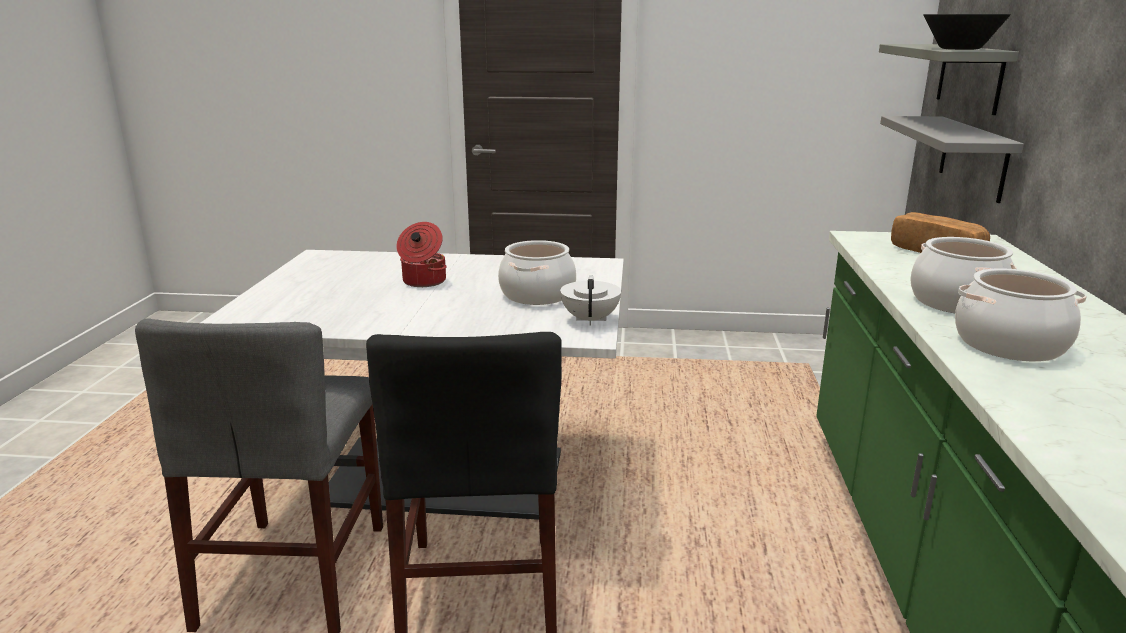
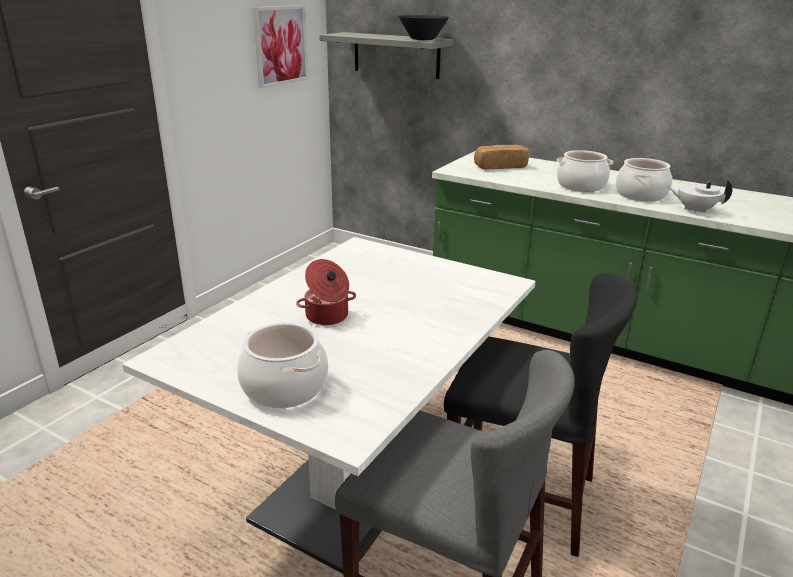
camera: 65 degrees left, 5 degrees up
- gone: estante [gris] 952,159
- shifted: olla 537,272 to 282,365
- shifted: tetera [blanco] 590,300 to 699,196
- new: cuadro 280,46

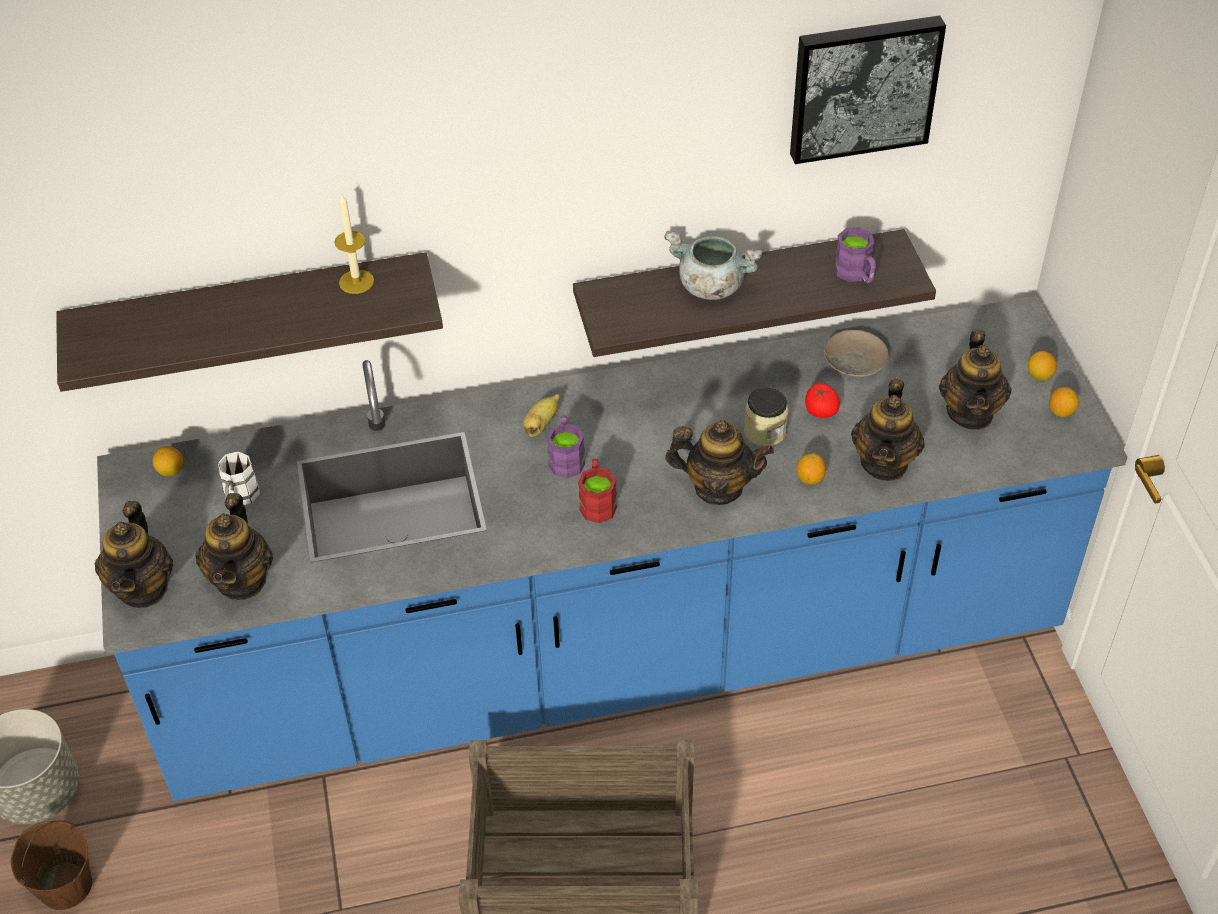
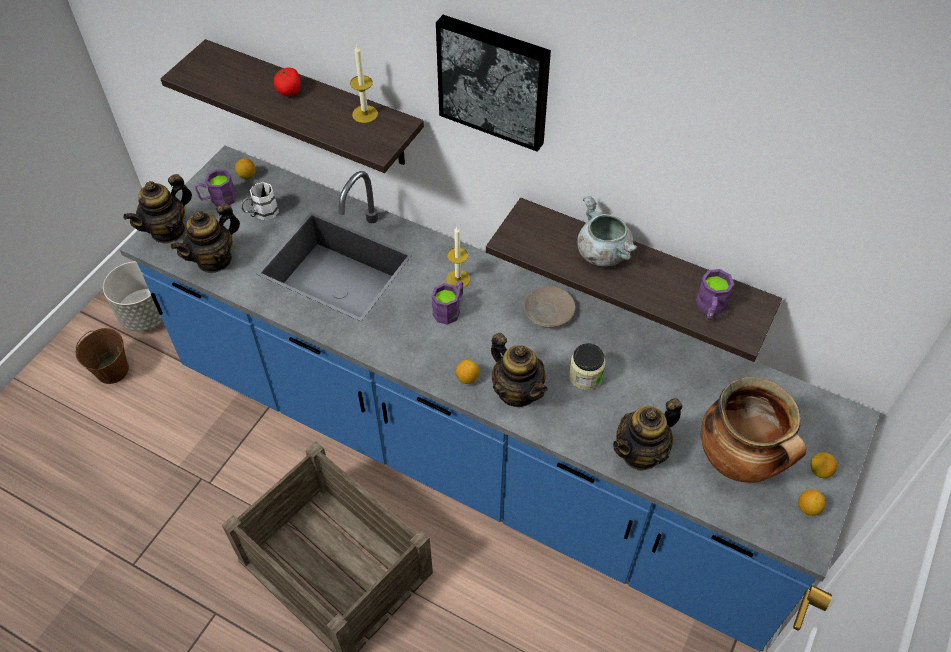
camera: 40 degrees right, 5 degrees up
- shifted: cuadro 868,89 to 493,83
- shifted: plato [beis] 856,353 to 549,306
- swapped: tetera 975,380 to olla 754,430
- shifted: tomate 822,400 to 287,82
- swapped: plátano 541,415 to vela 458,258
- shifted: limón 811,469 to 467,372
- gone: taza grande [rojo] 597,491
- new: taza grande [morado] 216,188

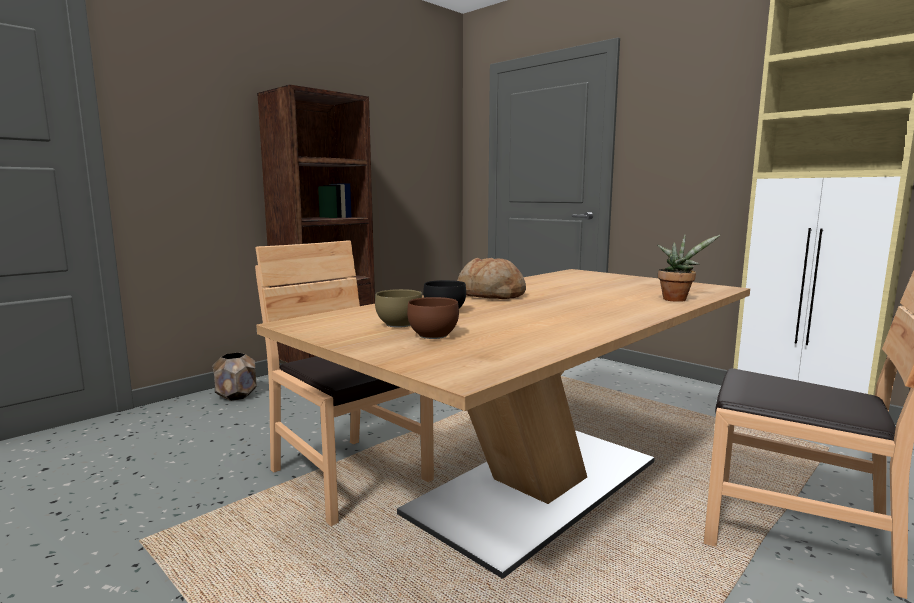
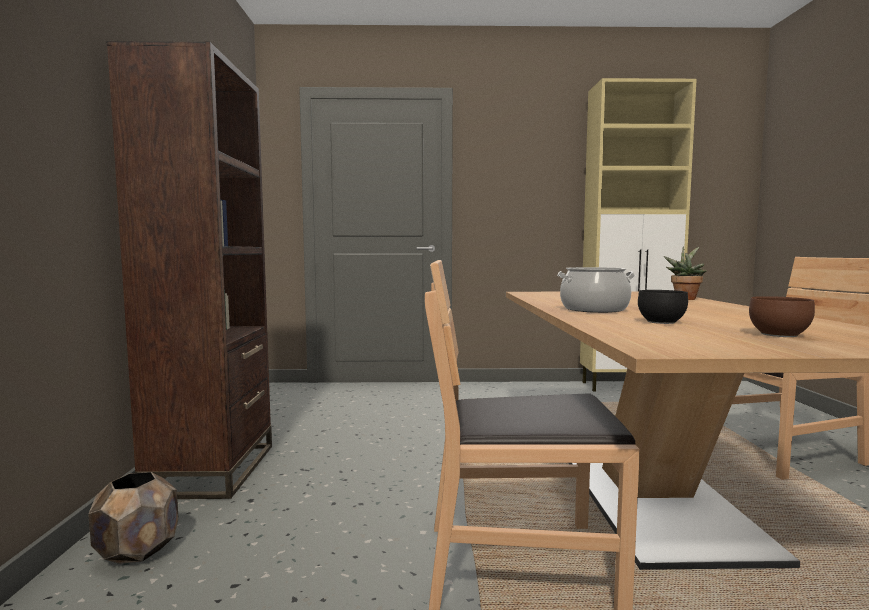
camera: 45 degrees left, 5 degrees down
- swapped: pan 491,278 to olla 596,290
- gone: cuenco [marrón] 398,308

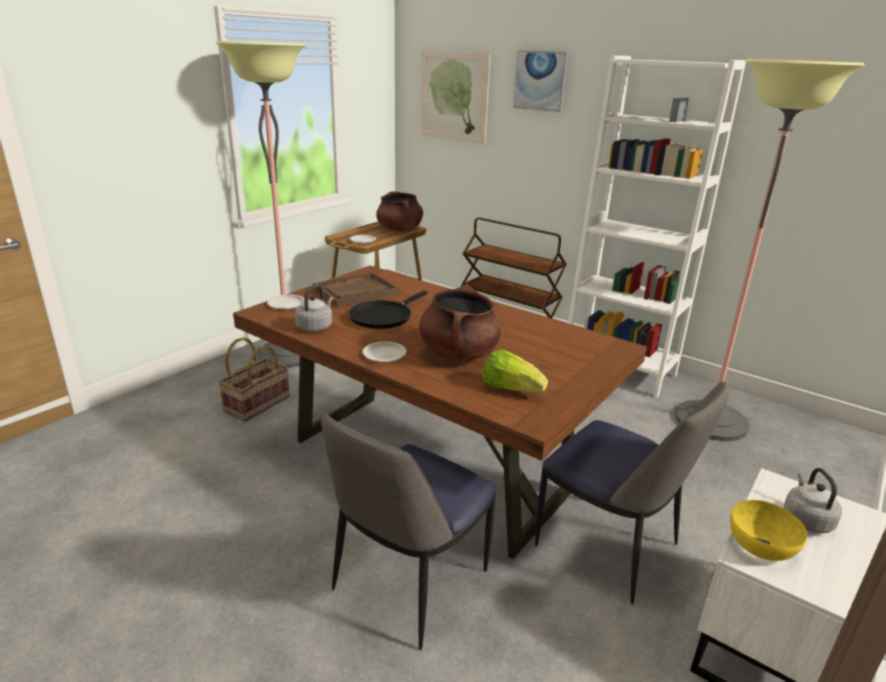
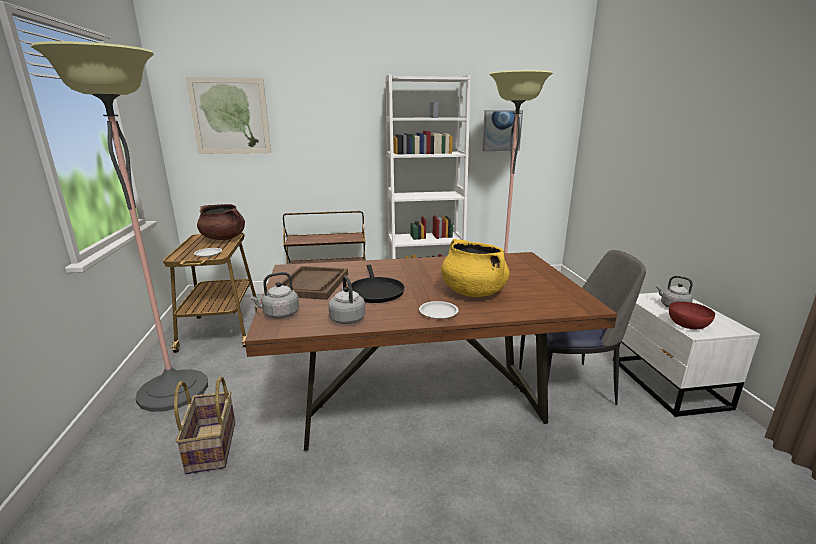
camera: 45 degrees left, 5 degrees down
- shifted: cuadro 540,81 to 502,130
- repainted: olla [marrón] 460,323 to olla [amarillo] 475,268
- swapped: plato [blanco] 285,302 to hervidor [gris] 274,295
- gone: lechuga 515,371
- gone: silla 408,531
- repainted: cuenco [amarillo] 768,530 to cuenco [rojo] 692,315

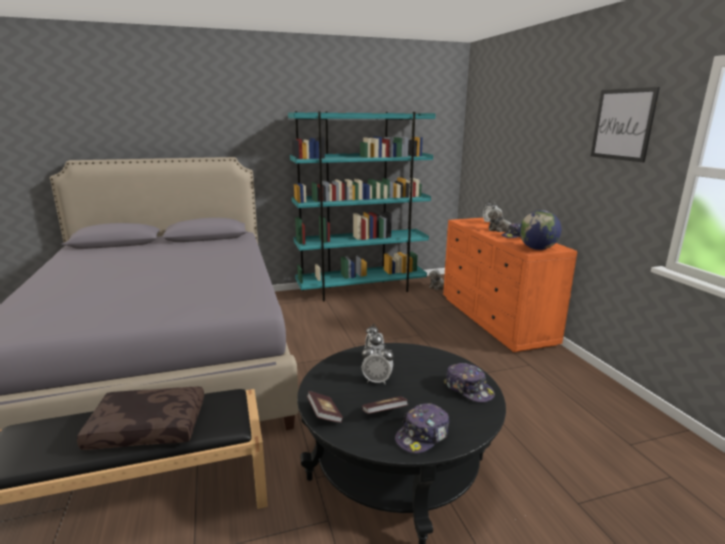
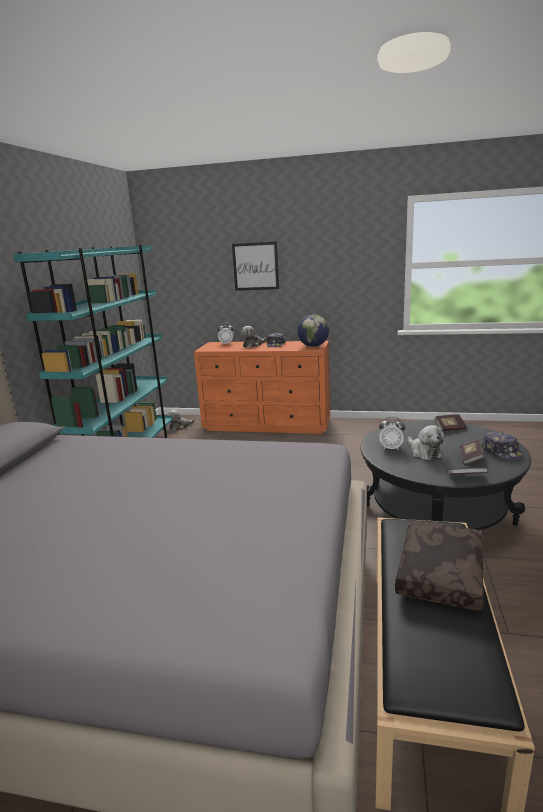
camera: 60 degrees left, 0 degrees up
- shifted: cuadro 625,124 to 255,266
- swapped: despertador 378,363 to peluche 426,442
- swapped: gorra 469,383 to libro 450,422

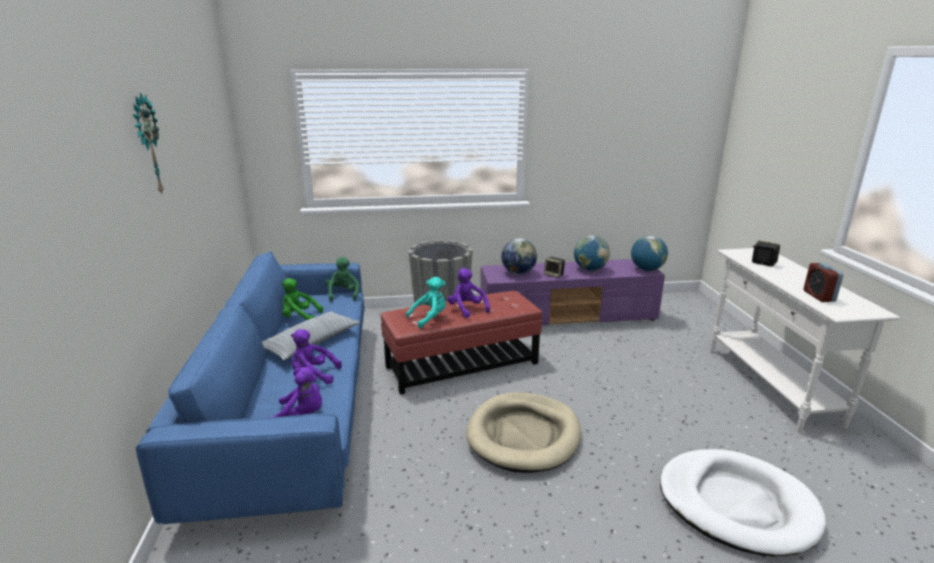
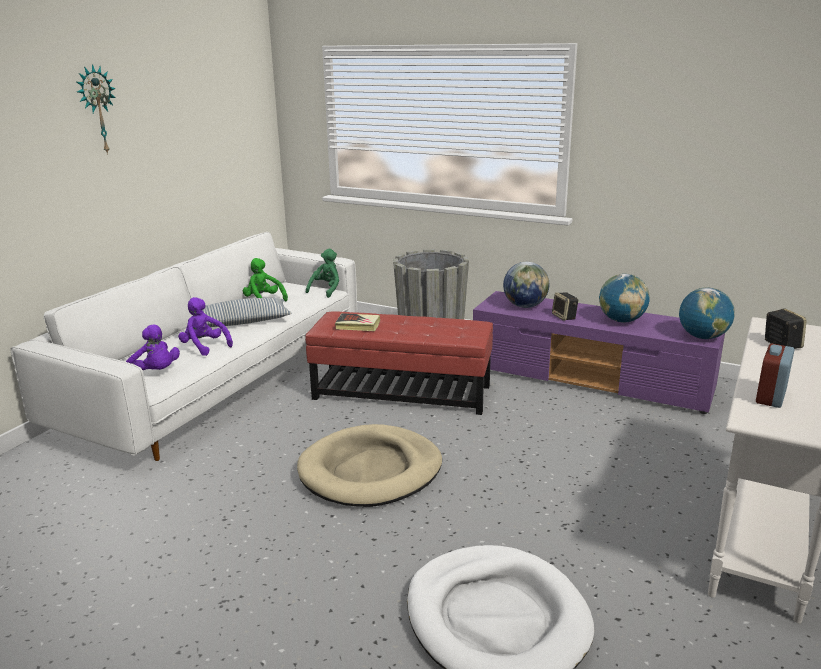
camera: 35 degrees right, 0 degrees up
- repainted: sofá [azul] 250,387 to sofá [blanco] 183,346
- gone: peluche [morado] 469,293
- swapped: peluche [turquesa] 426,302 to libro 357,322

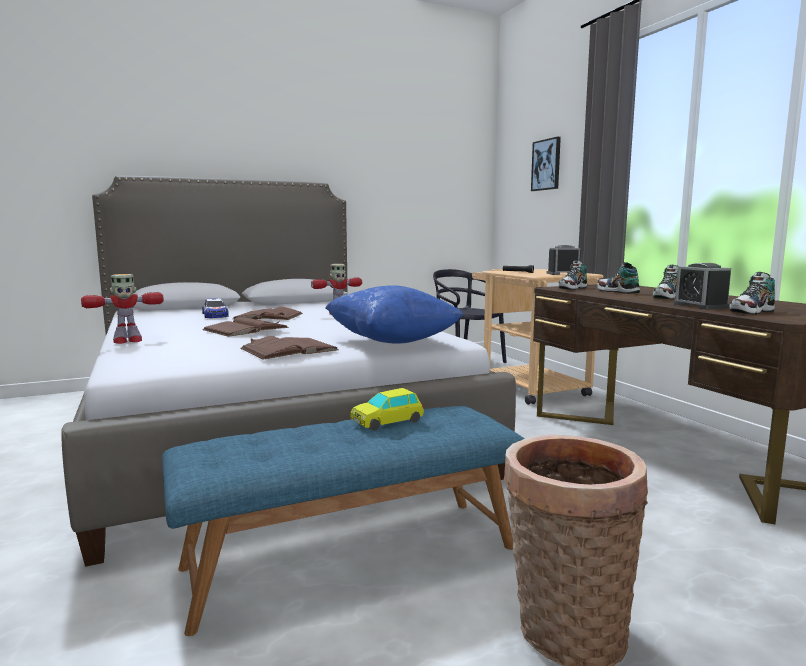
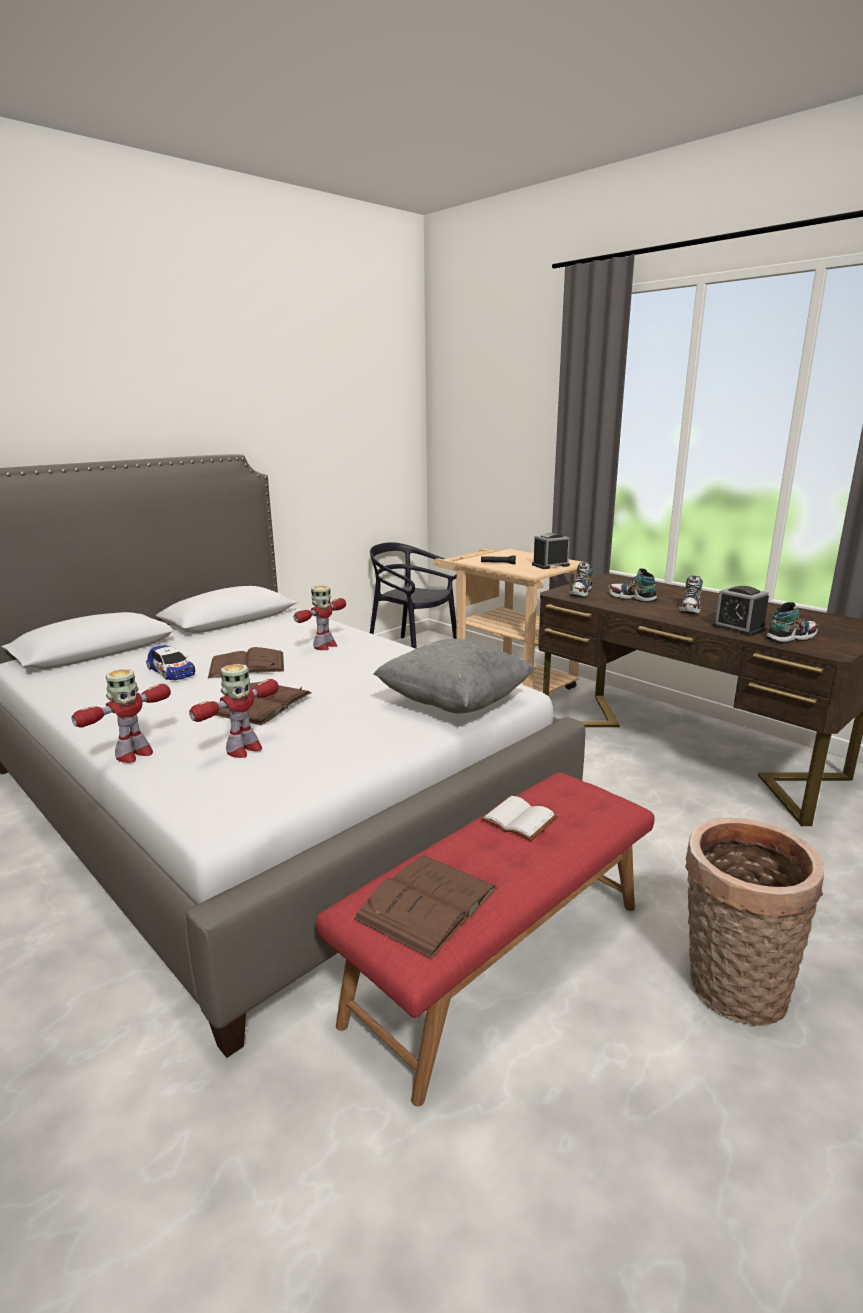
camera: 20 degrees left, 10 degrees up
- gone: cuadro 546,164
- rotated: zapato 752,293 = 792,622 150 degrees counterclockwise
- repainted: cojín [azul] 394,314 to cojín [gris] 454,676
- shifted: libro [marrón] 289,348 to 425,907
- swapped: coche de juguete 387,409 to libro [blanco] 519,818
- repainted: banco [azul] 343,521 to banco [rojo] 485,939
- new: robot de juguete 234,711

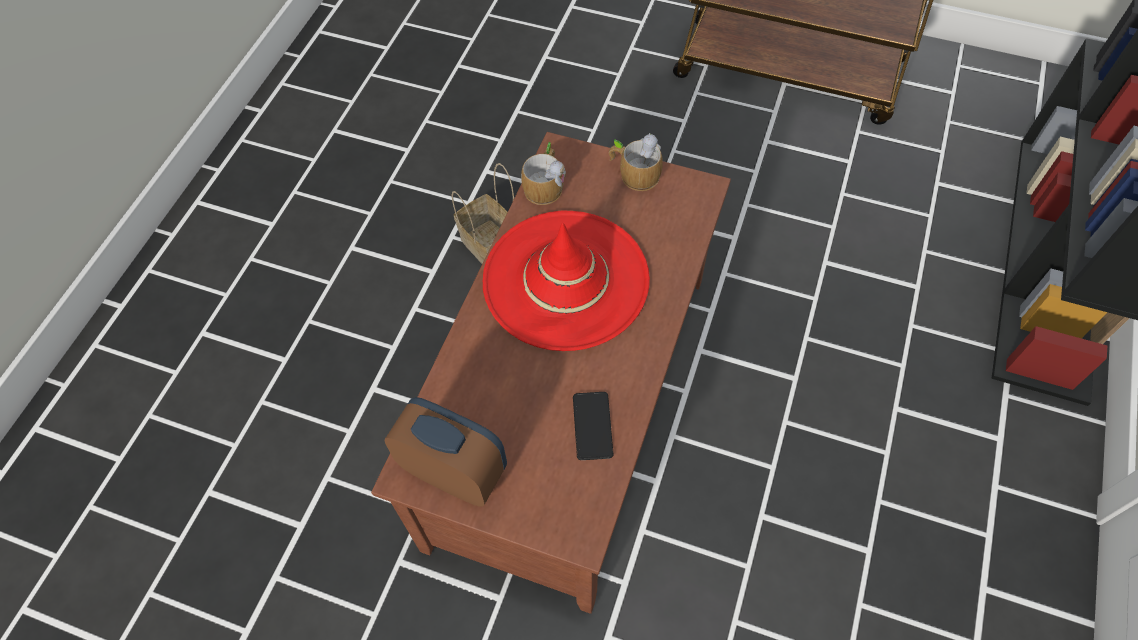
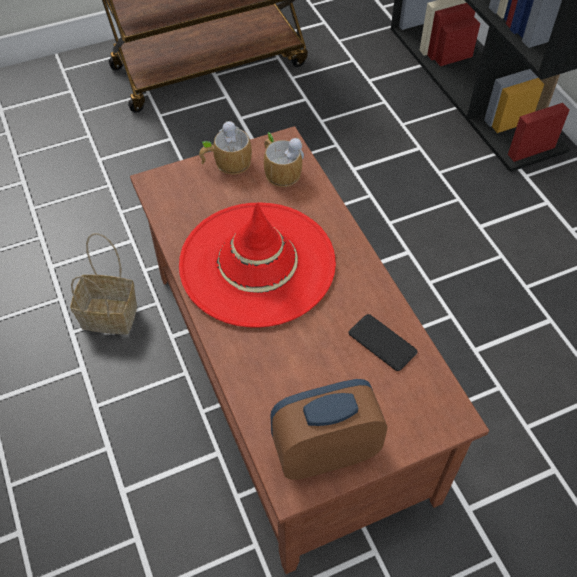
camera: 45 degrees left, 5 degrees down
- shifted: taza grande 543,173 to 284,159

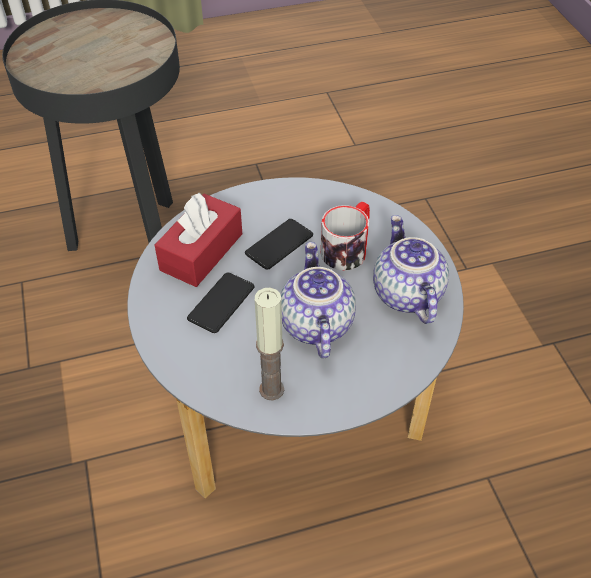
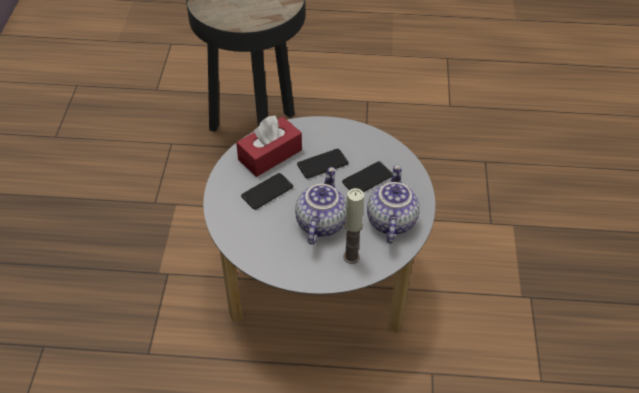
camera: 20 degrees right, 0 degrees up
- swapped: taza grande 345,236 to móvil 367,176
- shifted: vela 269,344 to 353,226

